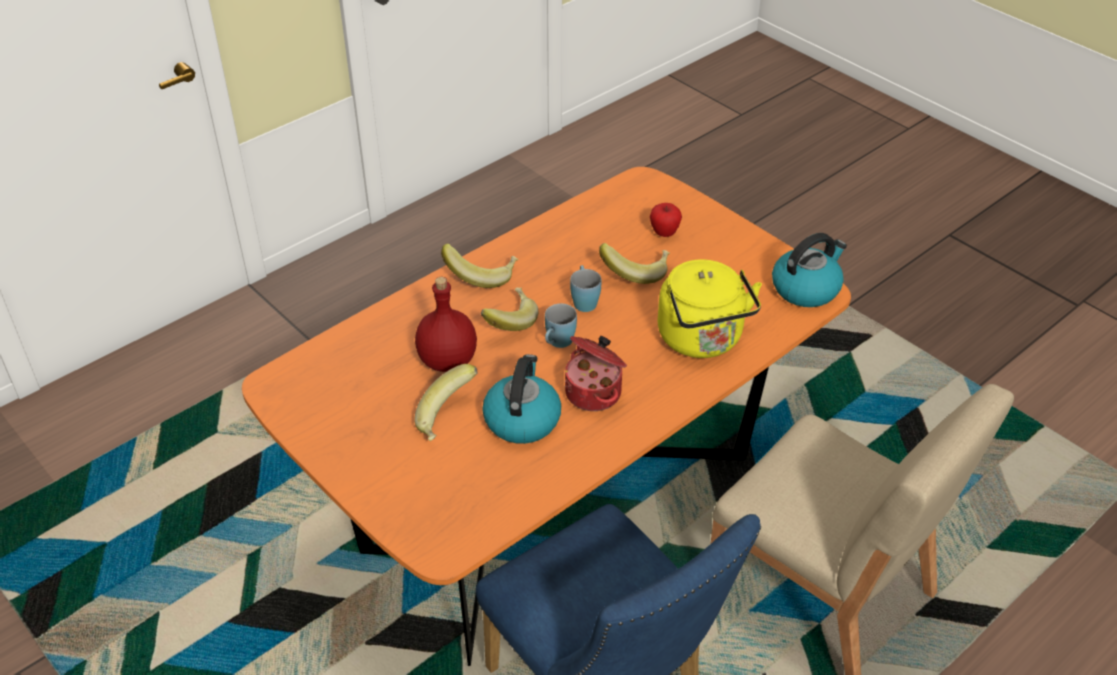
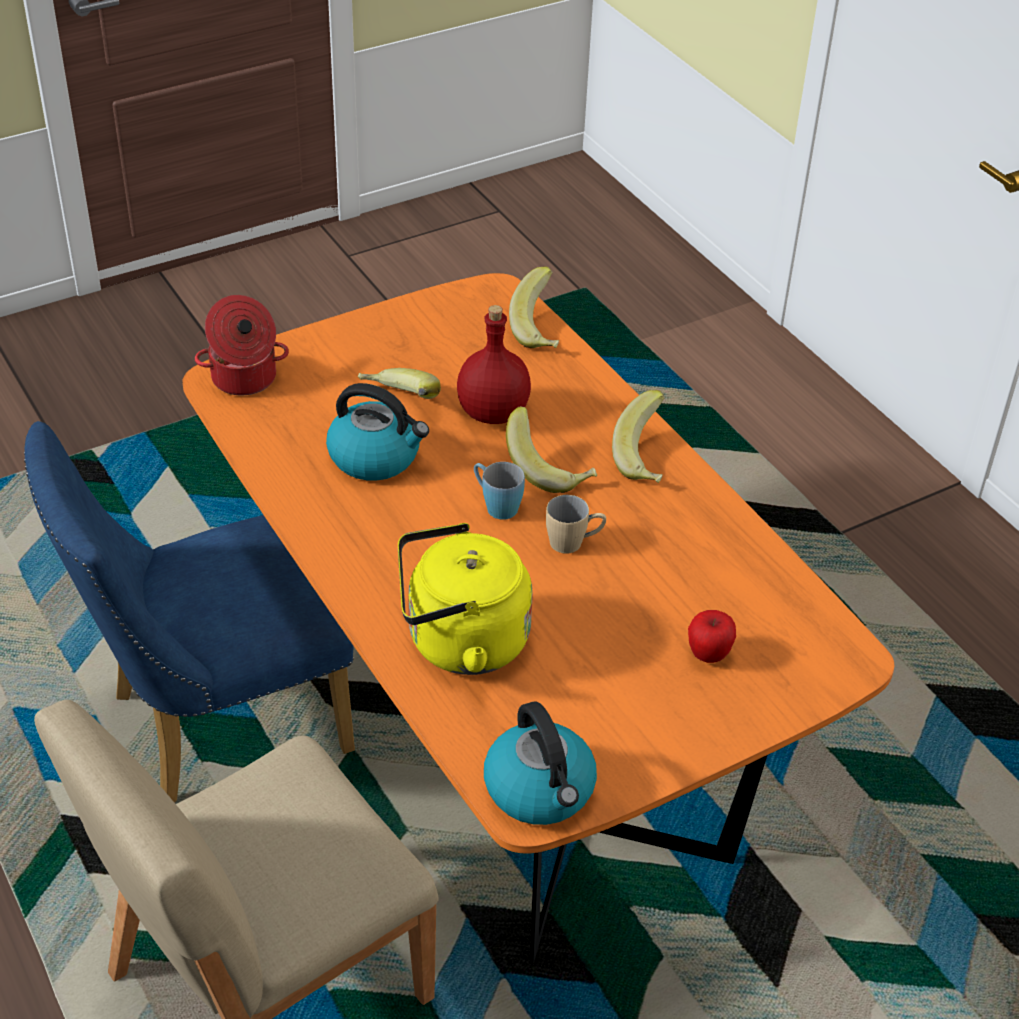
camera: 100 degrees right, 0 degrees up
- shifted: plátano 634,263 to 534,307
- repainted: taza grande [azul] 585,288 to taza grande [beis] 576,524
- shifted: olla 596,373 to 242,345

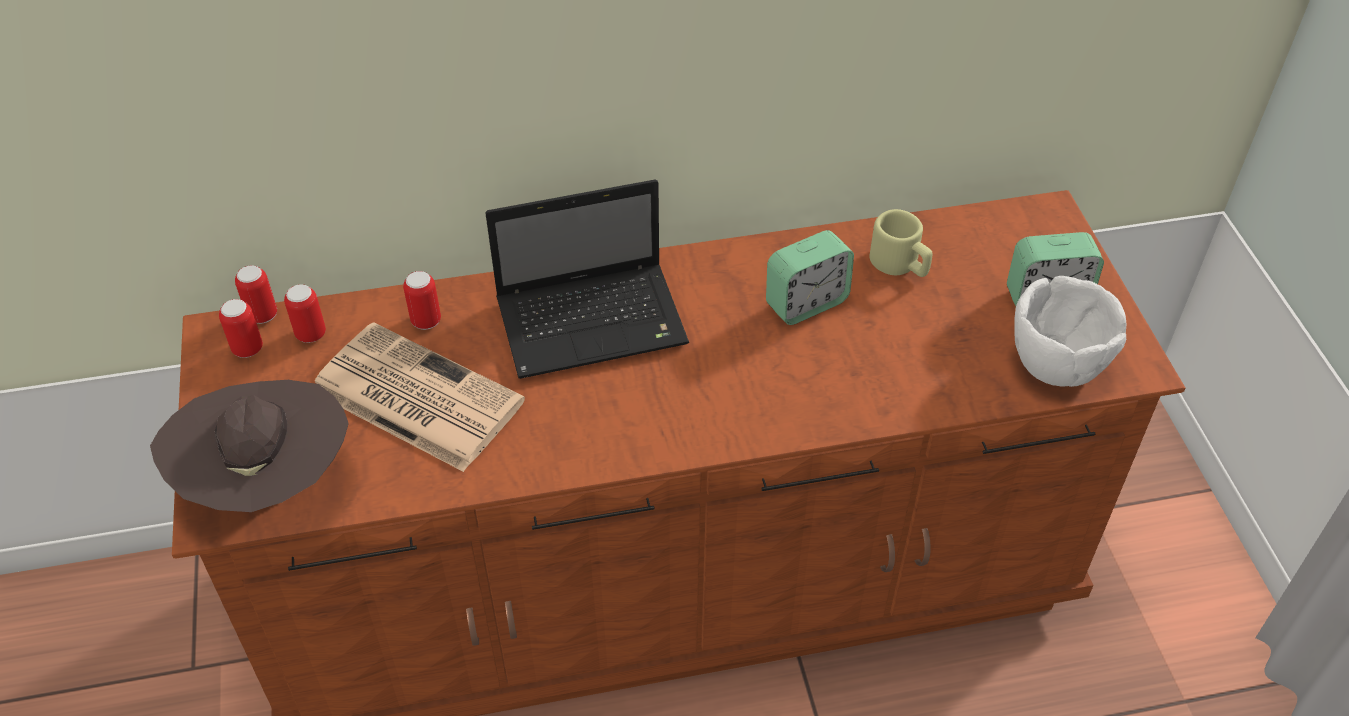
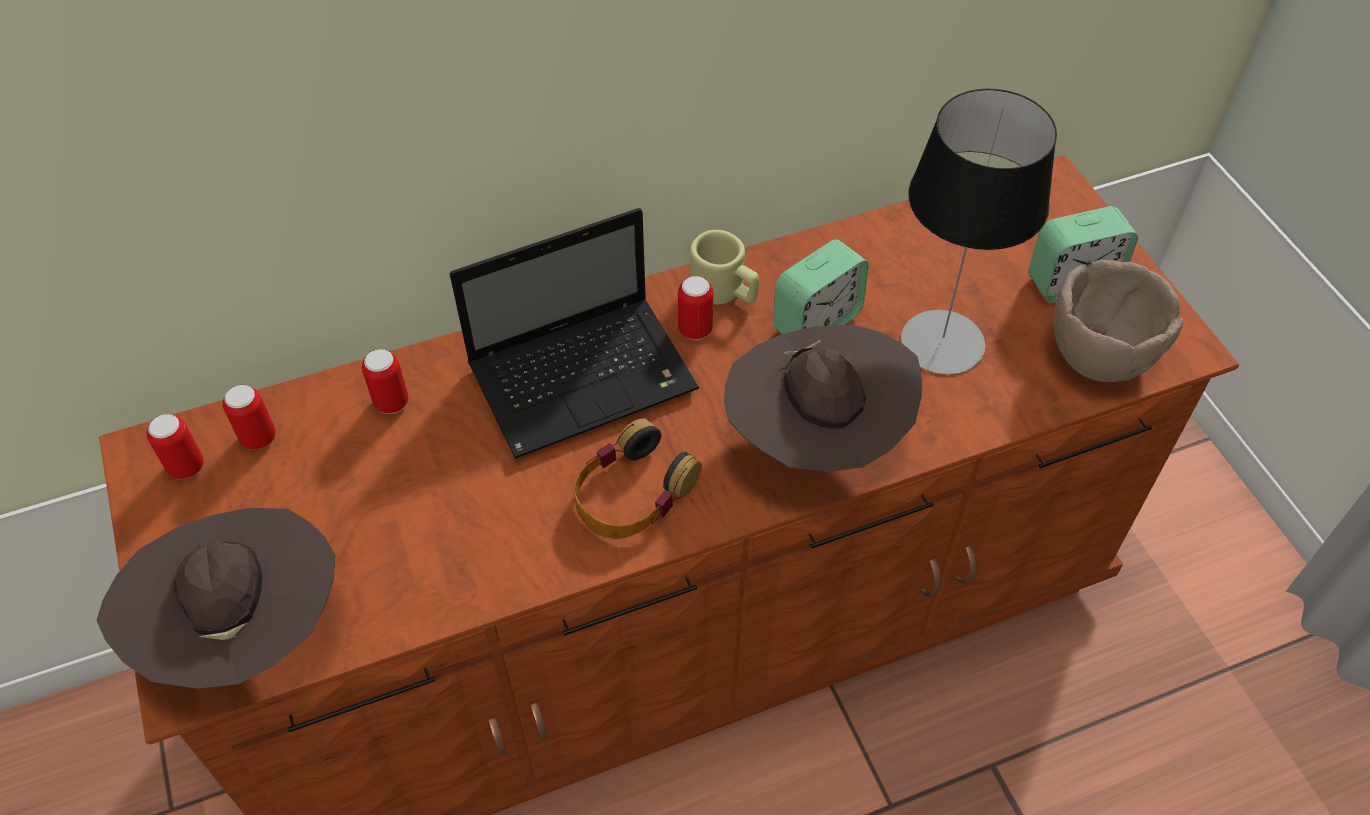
camera: 10 degrees left, 5 degrees up
- shifted: taza grande [beis] 901,243 to 724,267
- shifted: lata 256,294 to 695,308
- repainted: cuenco [blanco] 1070,331 to cuenco [marrón] 1118,321
- gone: periódico 420,397
- new: lámpara de mesa 979,232
- new: sombrero [marrón] 823,398
- new: auriculares 637,478

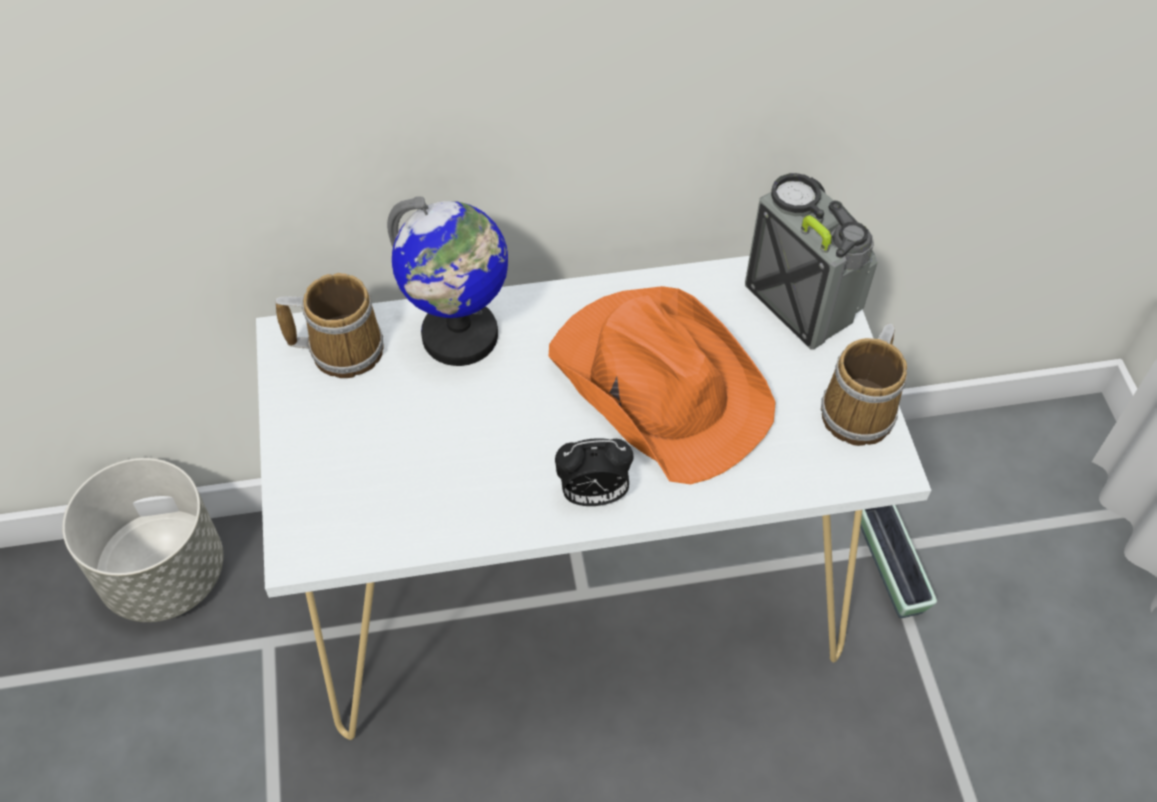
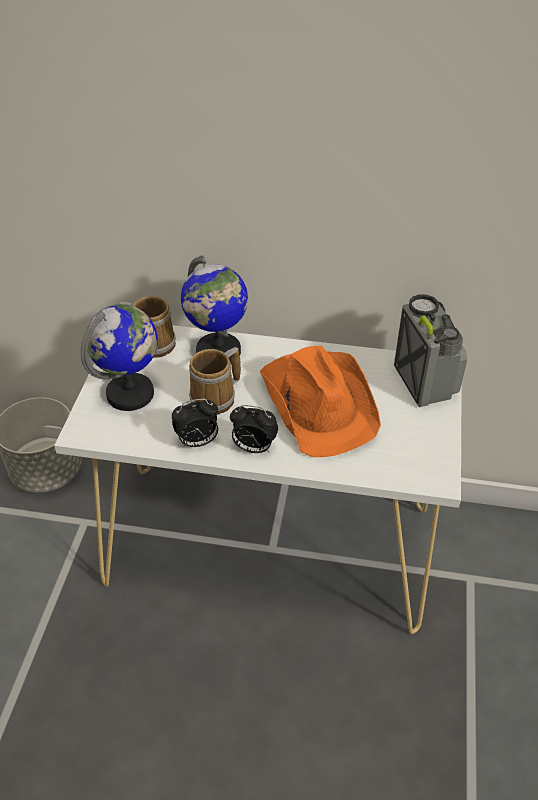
camera: 20 degrees right, 10 degrees down
- shifted: taza grande 864,384 to 215,381
- gone: maceta 898,561
- new: globo terráqueo 119,357
- new: despertador 195,423

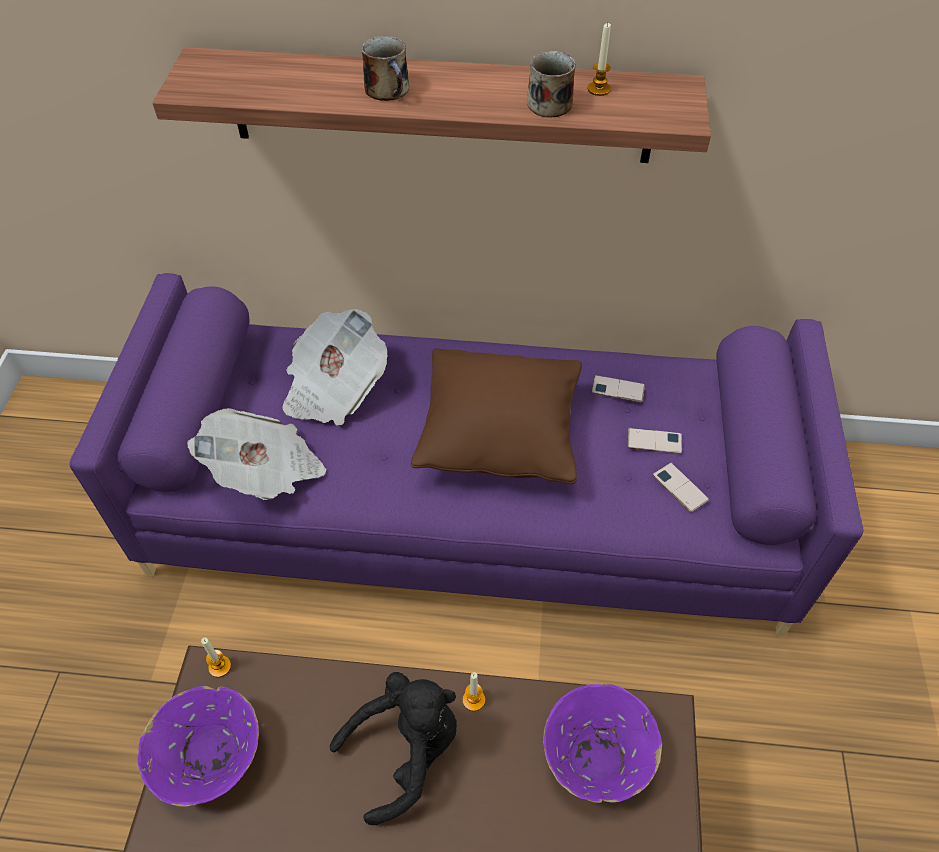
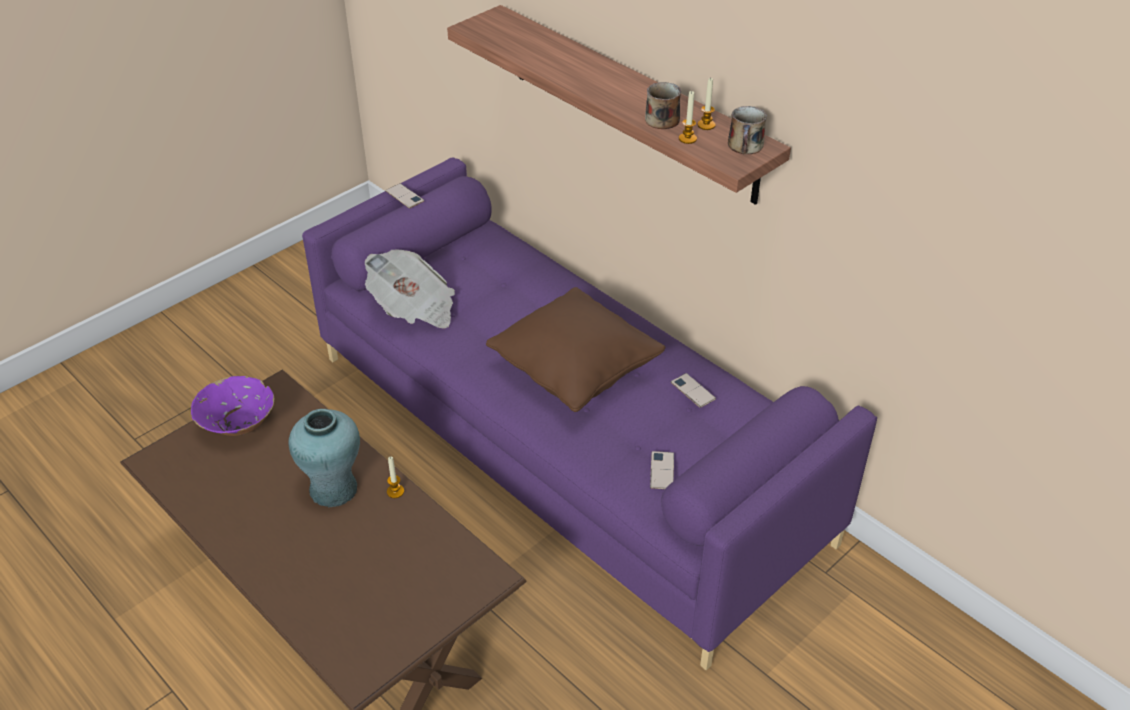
camera: 40 degrees right, 10 degrees down
- shifted: taza grande 385,68 to 747,130
- gone: periódico 335,367
- shifted: móvil 655,441 to 405,195
- shifted: vela 216,657 to 688,117
- swapped: peluche [negro] 393,748 to florero [turquesa] 324,458
- gone: cuenco [morado] 602,743

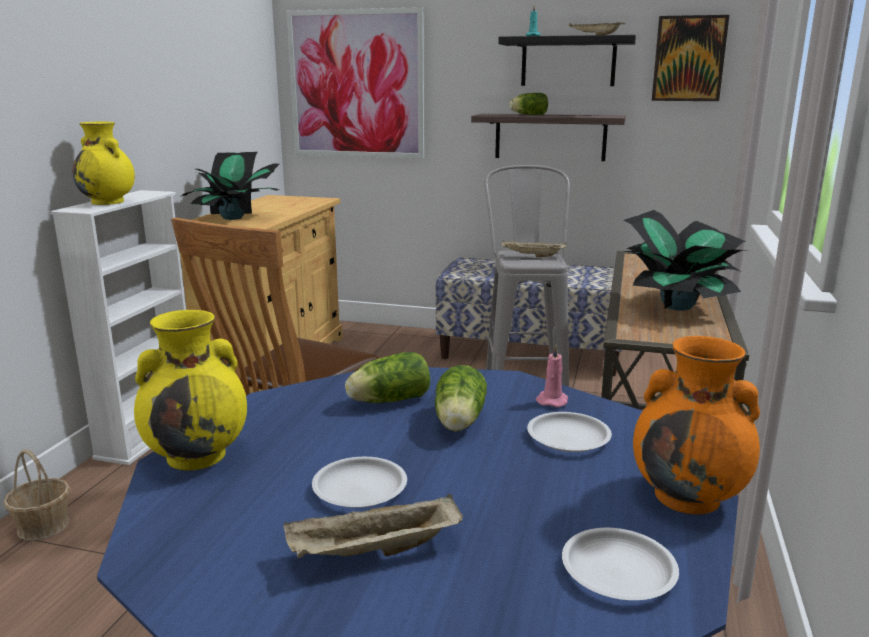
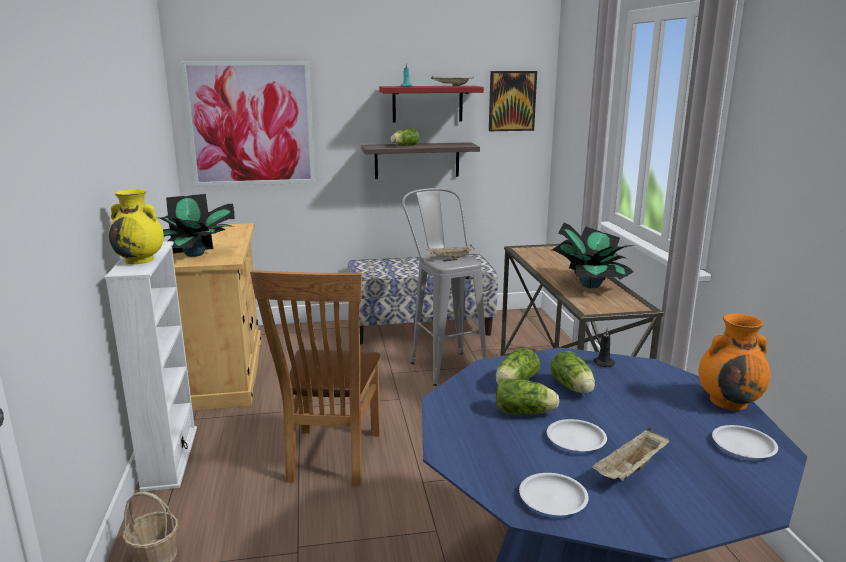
camera: 25 degrees left, 0 degrees up
- repainted: estante [negro] 567,60 to estante [rojo] 431,104
- gone: florero [amarillo] 190,390
- repainted: vela [rosa] 552,375 to vela [negro] 604,347
- shifted: plato [blanco] 569,432 to 554,494
- new: lechuga 528,396

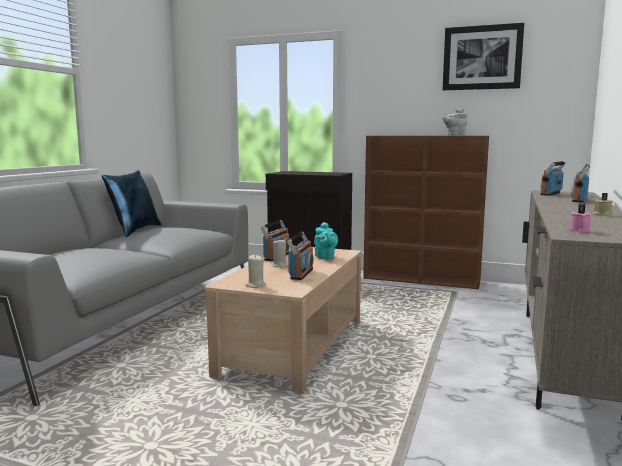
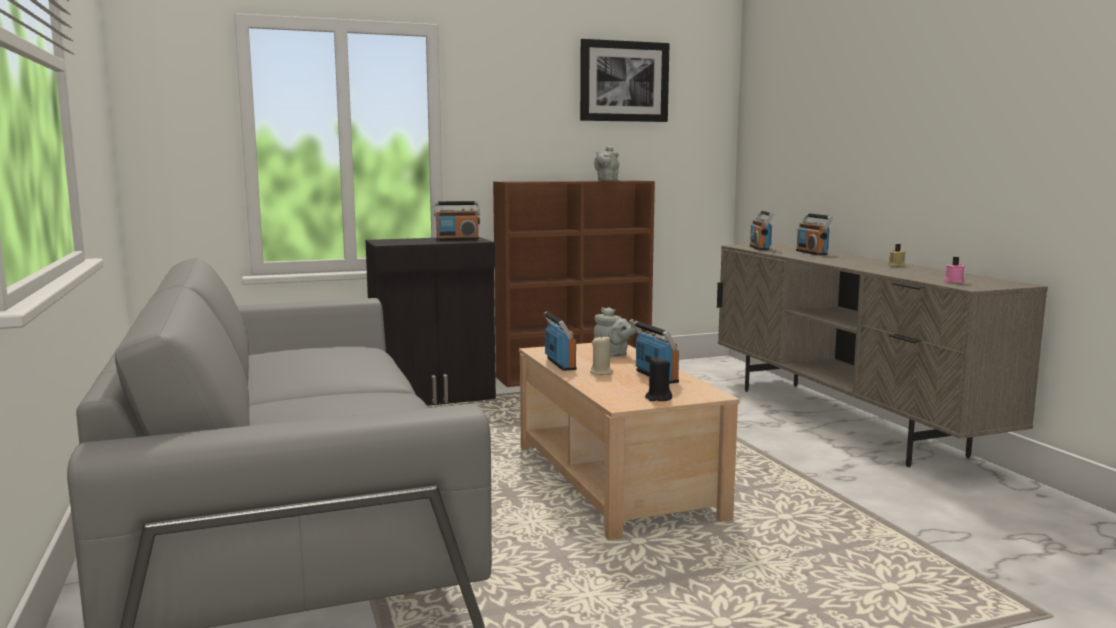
camera: 40 degrees left, 0 degrees up
- gone: cojín [azul] 132,203
- repainted: tetera [turquesa] 326,240 to tetera [gris] 615,332
- repainted: vela [beis] 255,271 to vela [negro] 658,378
- new: radio 457,221

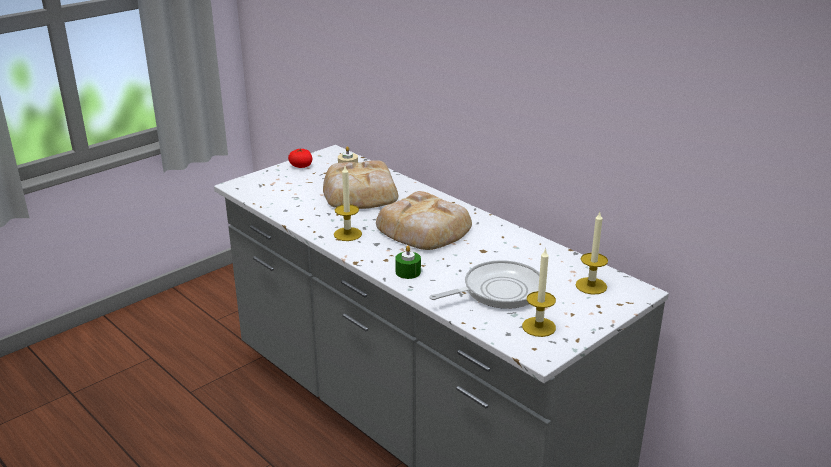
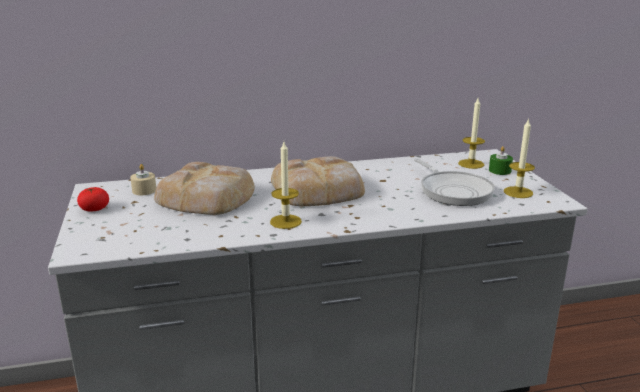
camera: 60 degrees left, 5 degrees down
- shifted: vela [verde] 408,262 to 501,160
- rotated: sartén 484,284 = 454,182 150 degrees clockwise

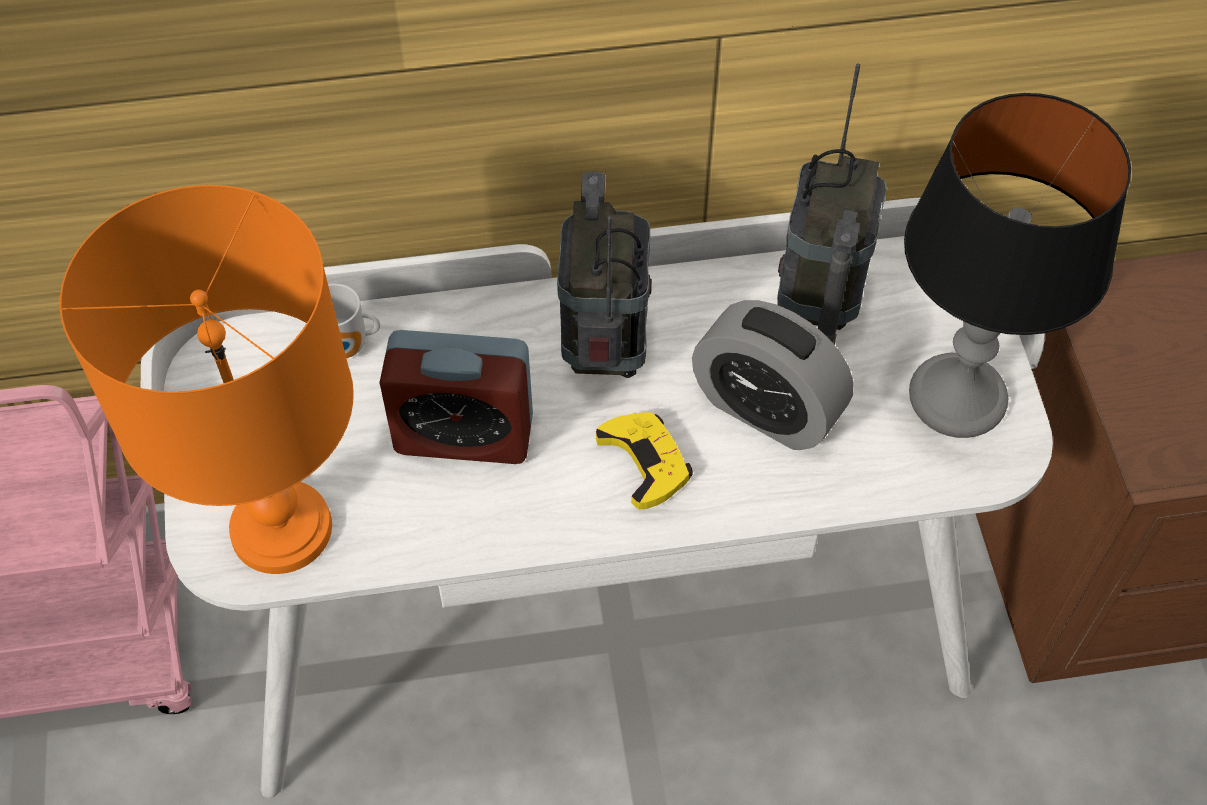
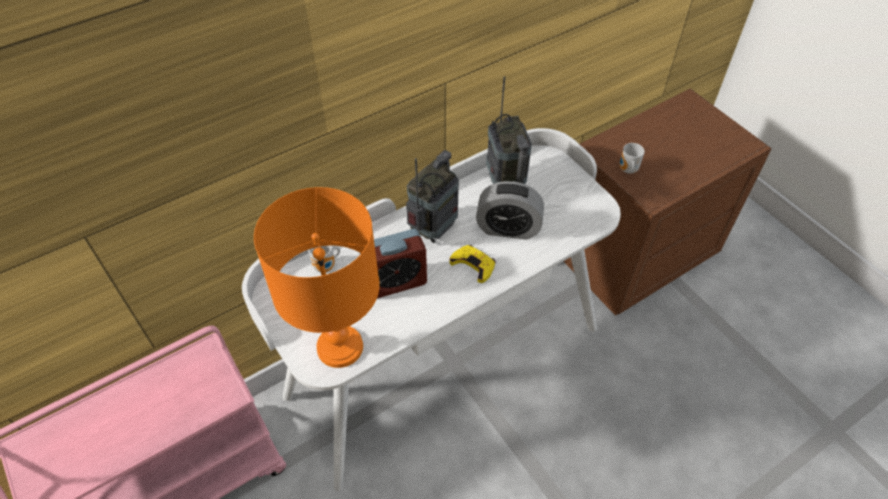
camera: 25 degrees left, 5 degrees down
- gone: lámpara de mesa 1017,265
- rotated: radio 604,275 = 432,196 60 degrees clockwise
- new: taza grande 632,158

